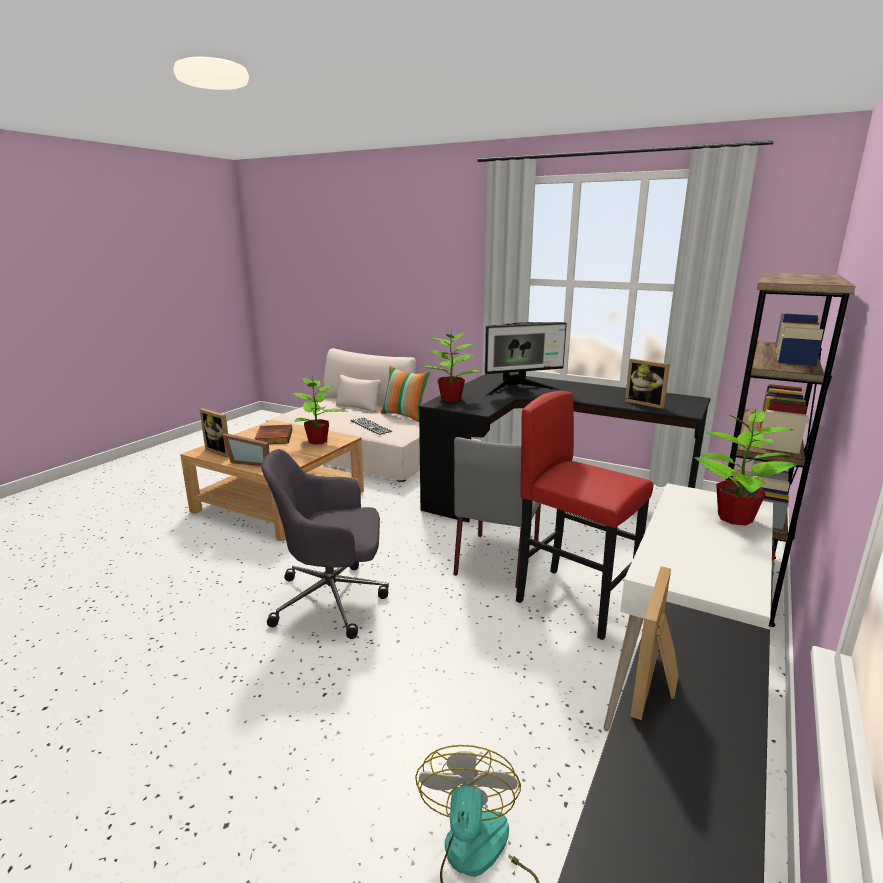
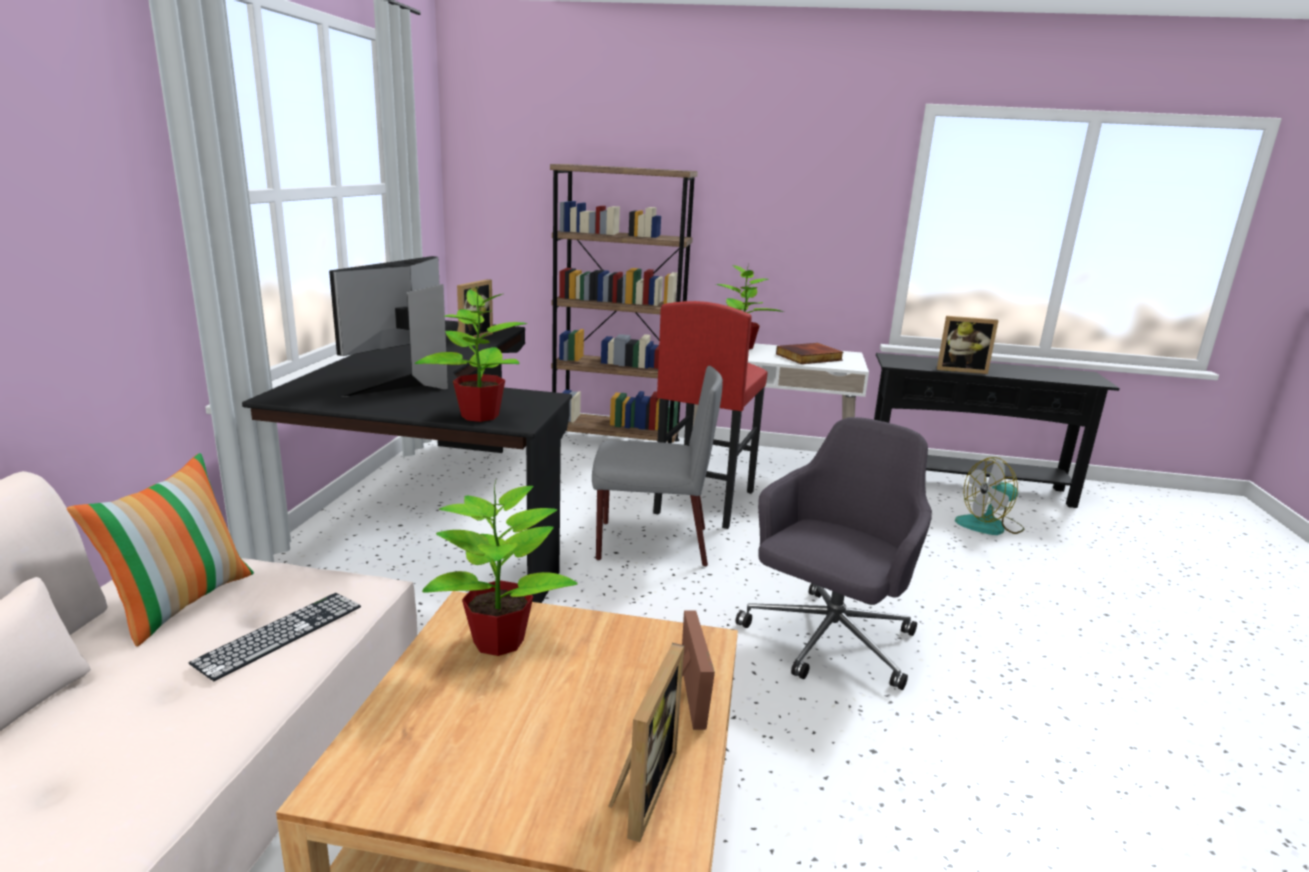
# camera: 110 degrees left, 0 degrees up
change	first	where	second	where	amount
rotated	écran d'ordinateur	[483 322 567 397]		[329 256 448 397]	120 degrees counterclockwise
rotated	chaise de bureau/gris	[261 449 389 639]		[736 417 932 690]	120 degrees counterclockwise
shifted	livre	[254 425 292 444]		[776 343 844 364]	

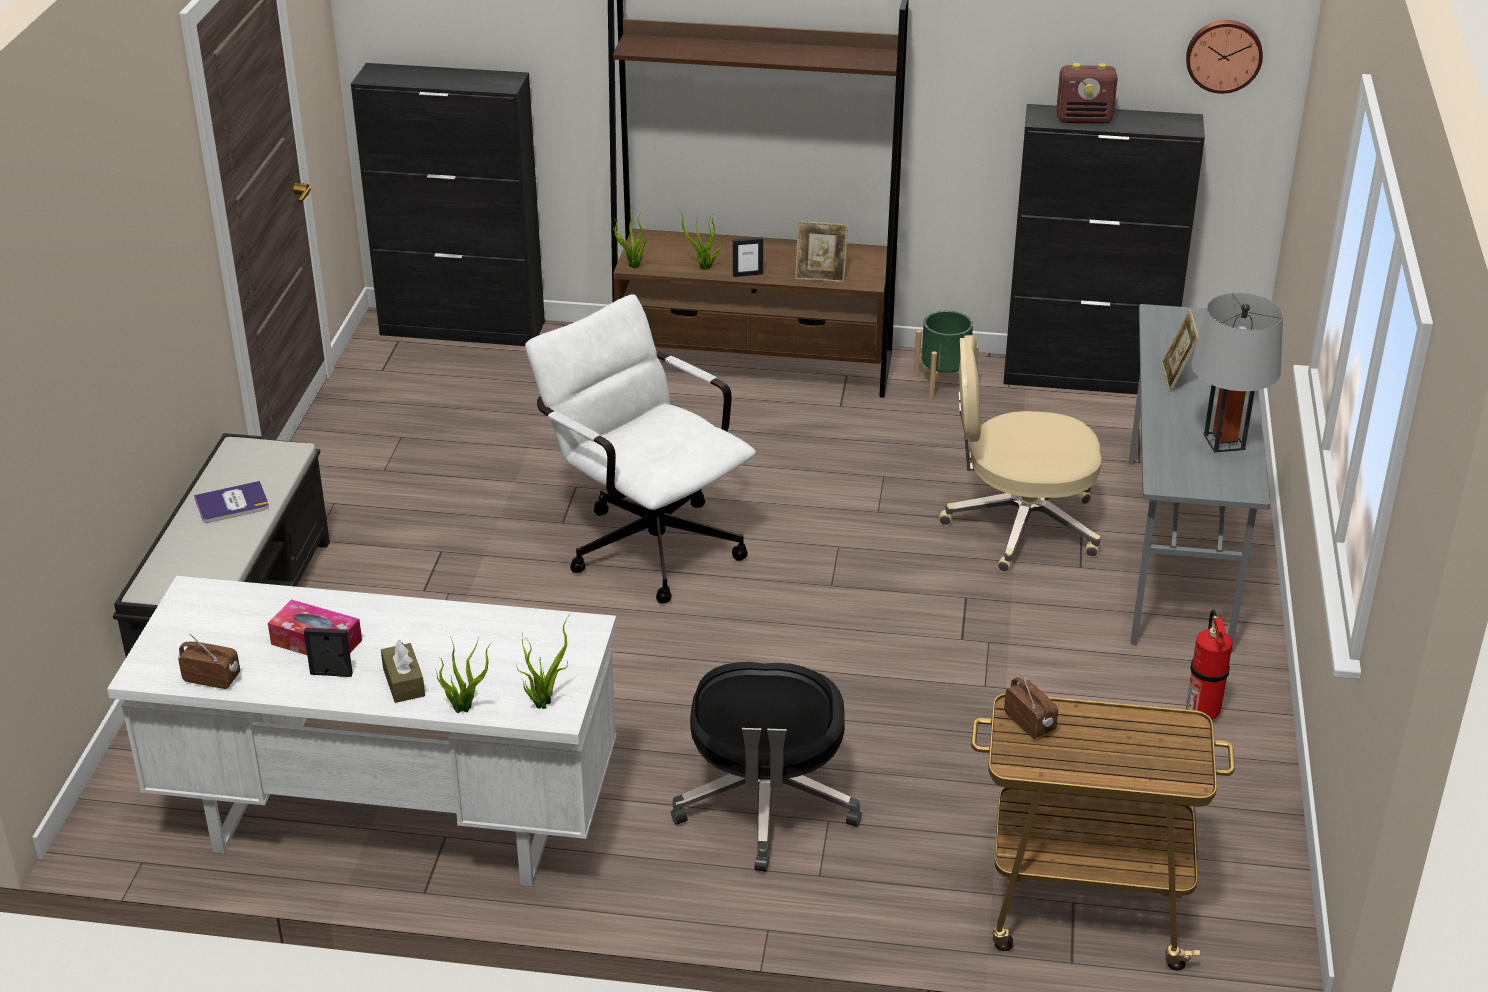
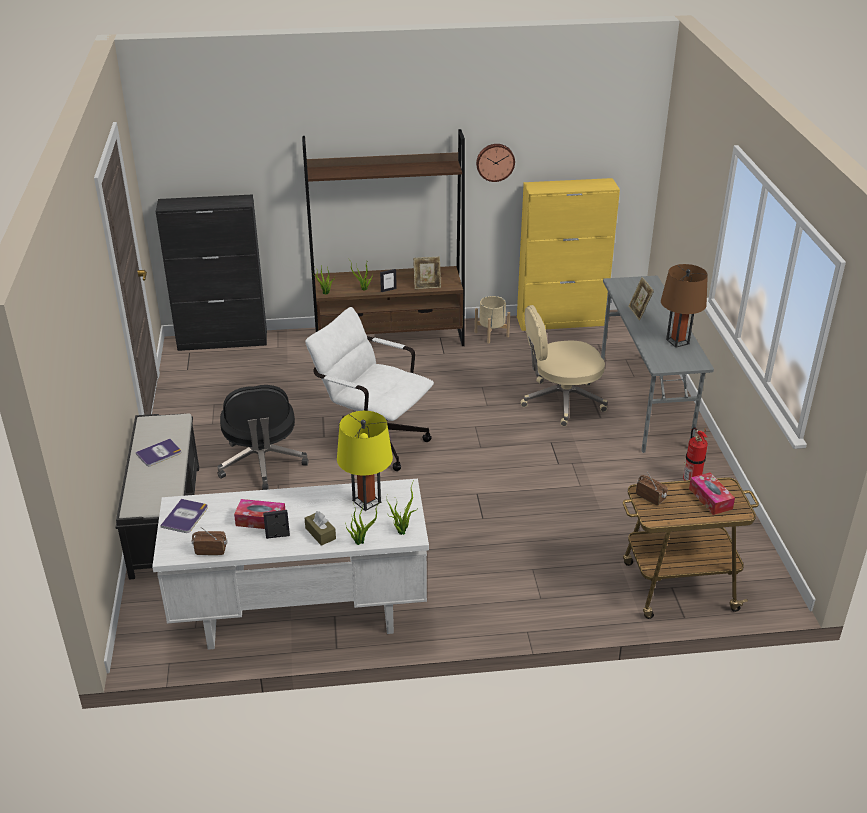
# camera: 15 degrees left, 0 degrees up
change	first	where	second	where	amount
new			livre	[160 499 208 533]	
shifted	chaise de bureau/noir	[671 662 862 872]		[217 385 308 490]	
new			lampe de table/jaune	[337 411 393 511]	
repainted	cache-pot/vert	[914 311 979 399]	cache-pot/beige	[475 296 510 344]	
shifted	horloge murale	[1186 20 1263 94]		[476 144 515 182]	
repainted	meuble de rangement/noir	[1003 104 1205 394]	meuble de rangement/jaune	[517 178 620 331]	
repainted	lampe de table/gris	[1192 293 1283 453]	lampe de table/marron	[661 264 708 348]	
new			boîte à mouchoirs	[689 472 735 515]	
gone	radio	[1056 63 1118 124]			

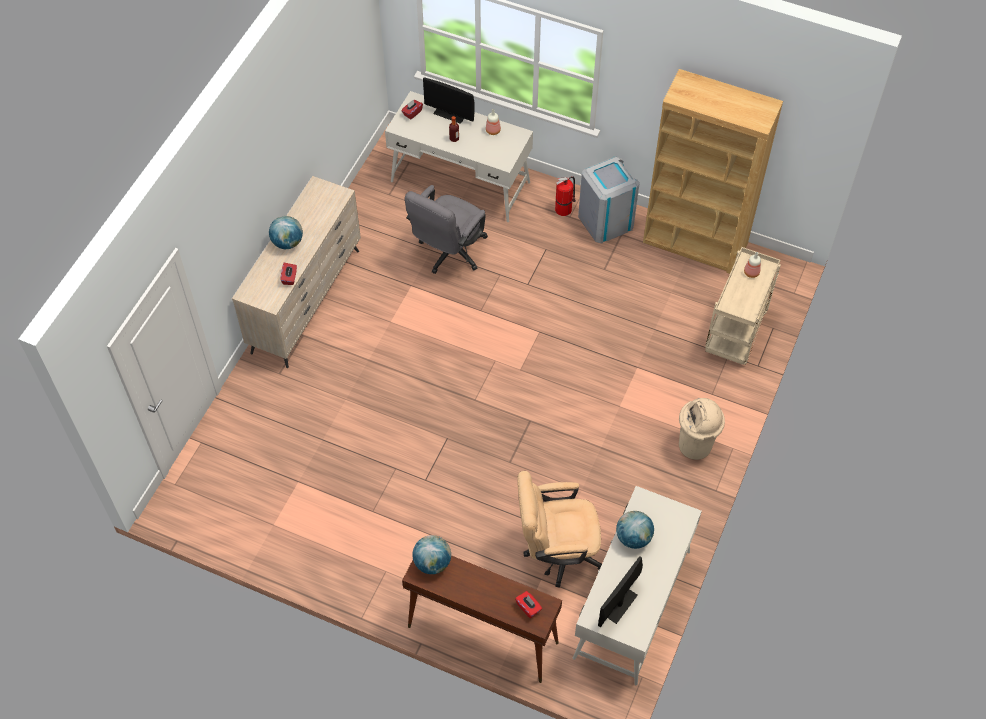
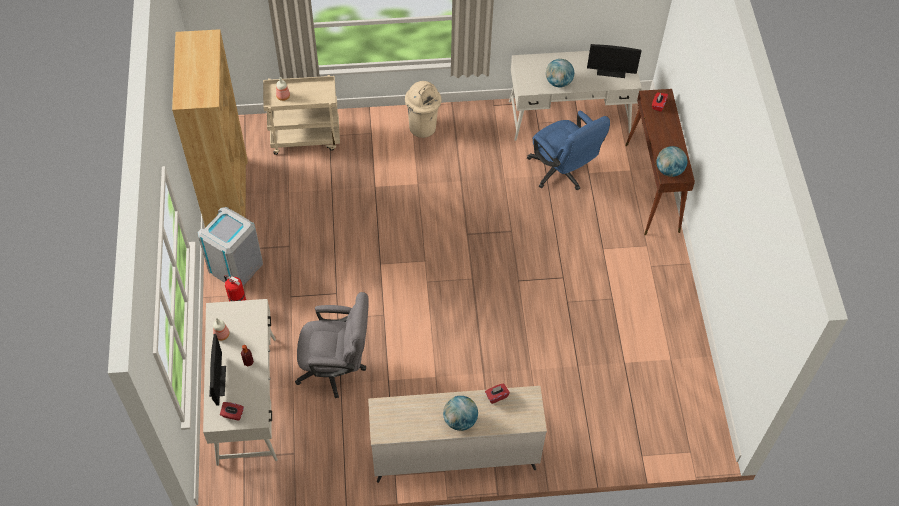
# camera: 120 degrees left, 0 degrees up
change	first	where	second	where	amount
repainted	chaise de bureau/beige	[517 471 602 588]	chaise de bureau/bleu	[527 111 610 190]	

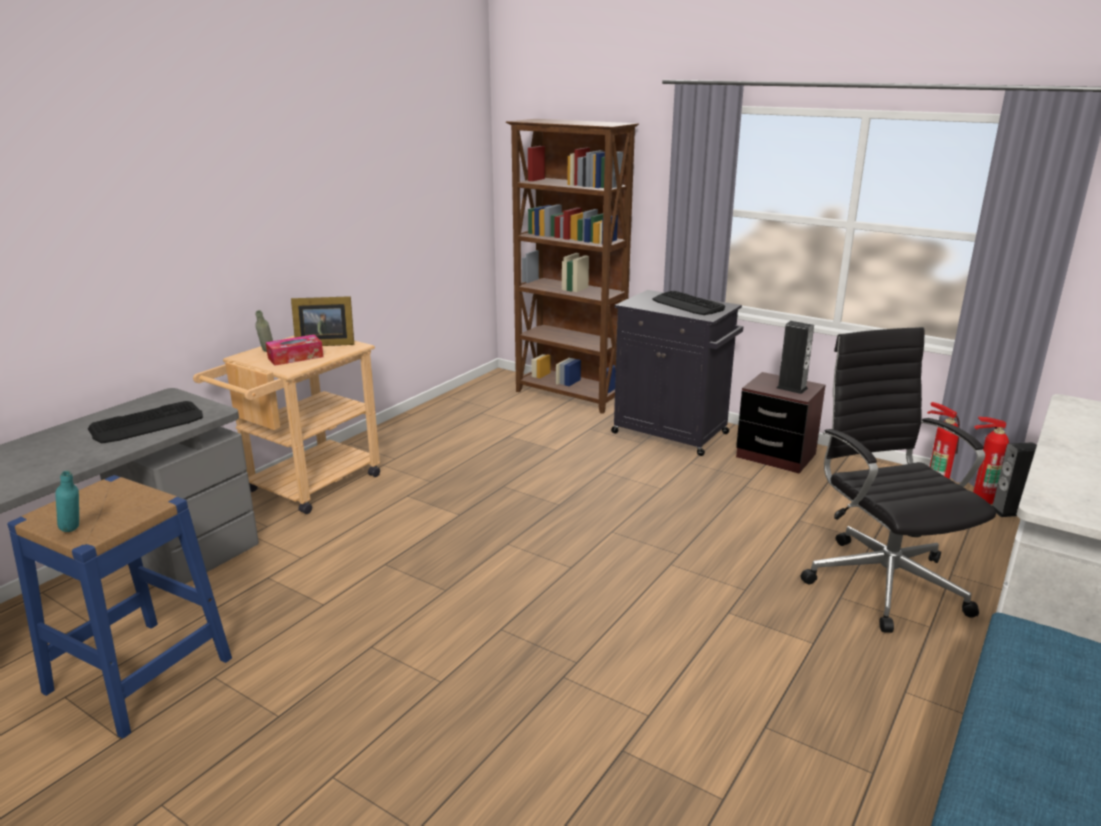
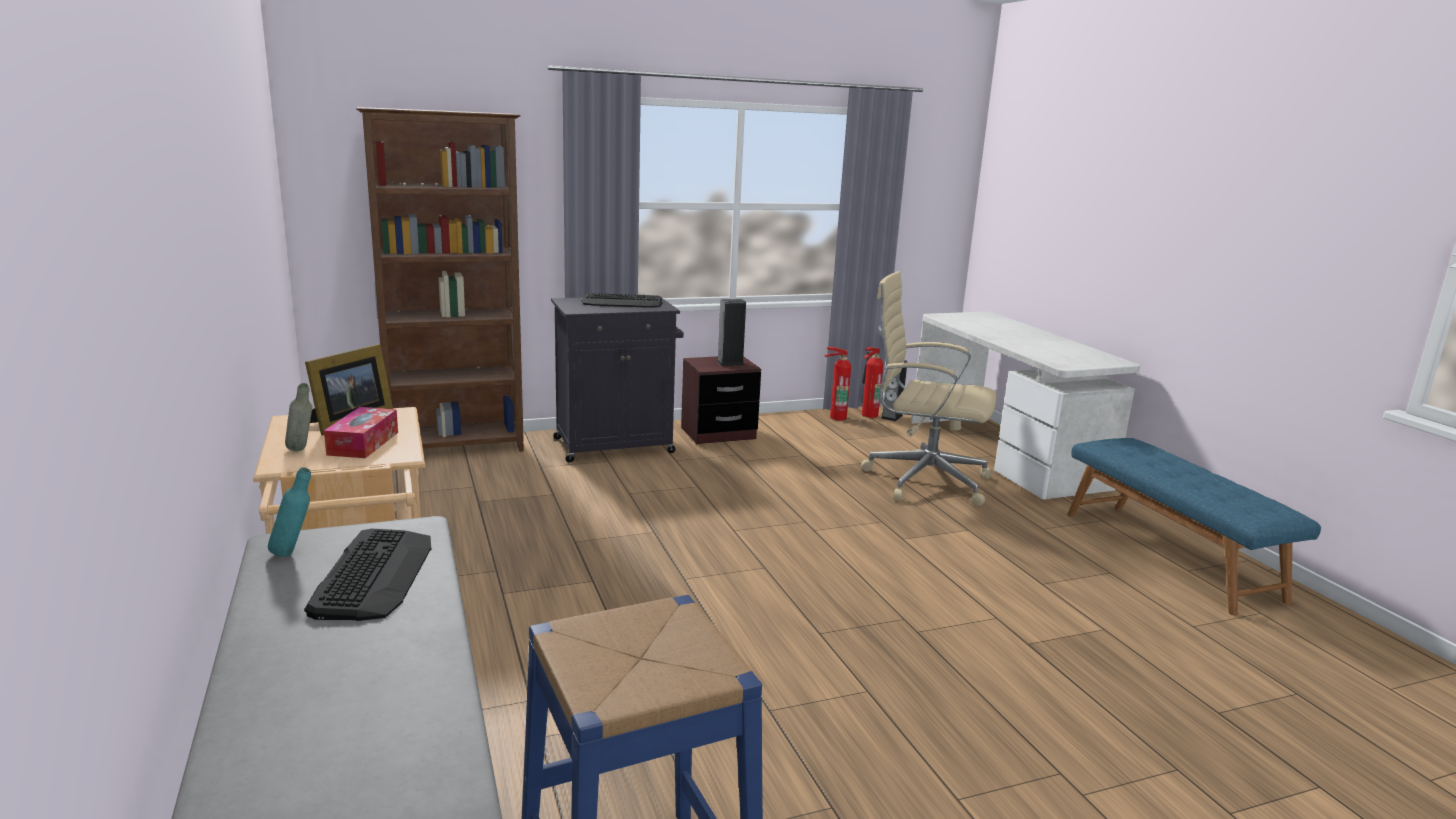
# camera: 55 degrees left, 5 degrees down
change	first	where	second	where	amount
shifted	bouteille/turquoise	[55 471 79 532]		[268 467 311 556]	
repainted	chaise de bureau/noir	[801 327 996 633]	chaise de bureau/beige	[861 271 997 506]	

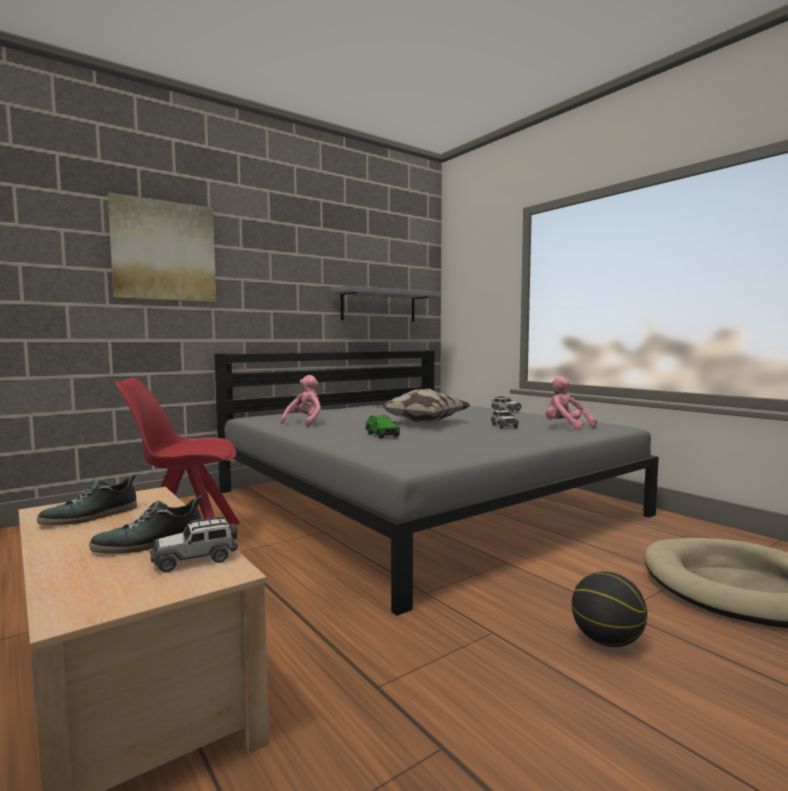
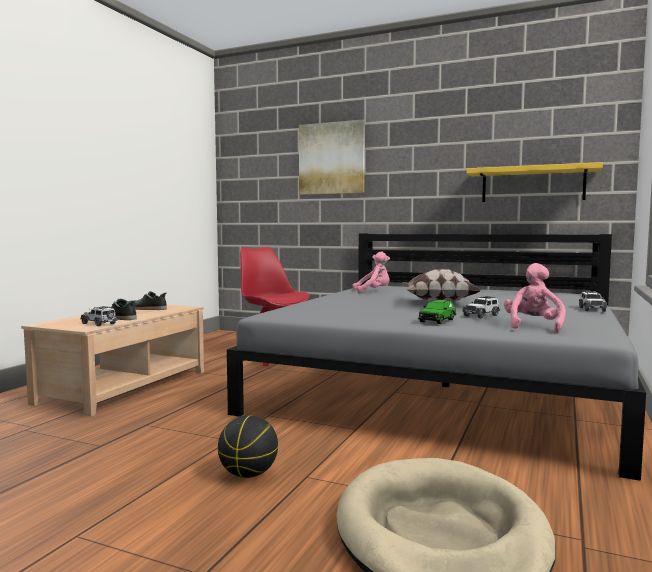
# camera: 60 degrees right, 0 degrees up
change	first	where	second	where	amount
shifted	petite voiture/vert	[365 415 400 438]		[418 299 456 324]	
repainted	étagère/gris	[331 286 441 322]	étagère/jaune	[466 162 603 202]	

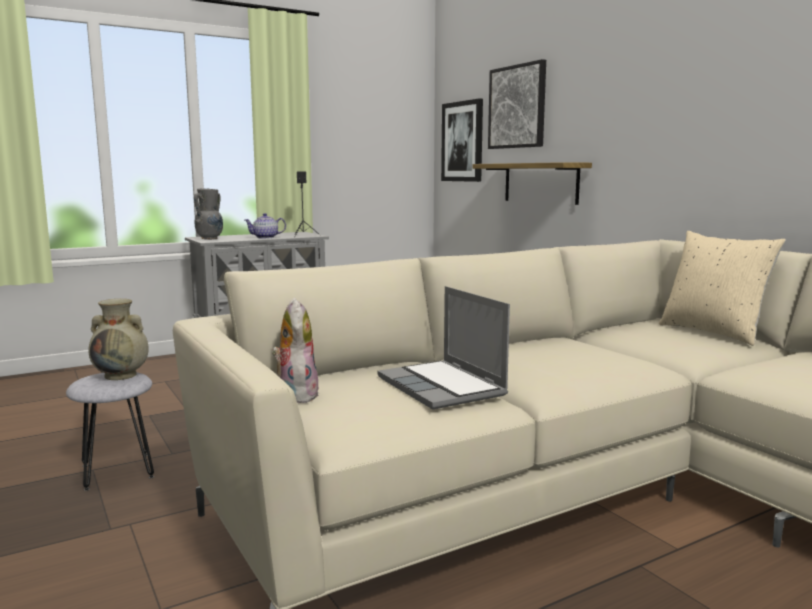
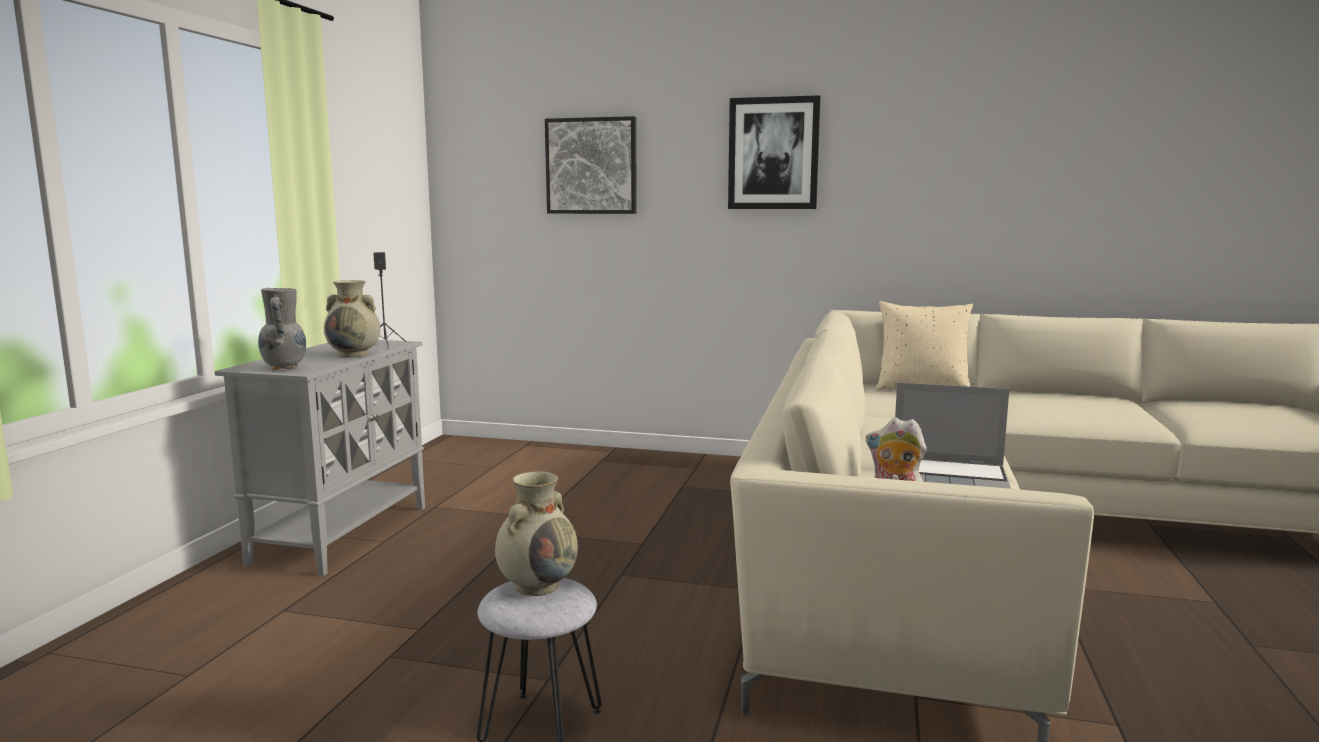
# camera: 45 degrees left, 0 degrees up
change	first	where	second	where	amount
swapped	théière	[245 213 286 239]	vase/beige	[324 280 380 357]	
shifted	tableau	[441 98 483 182]		[728 95 821 209]	
gone	étagère	[473 162 592 205]			

